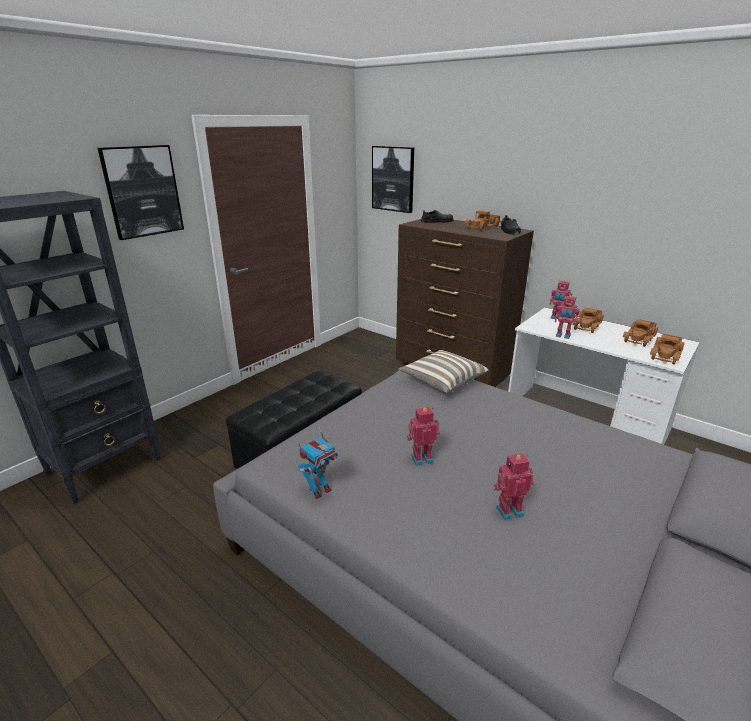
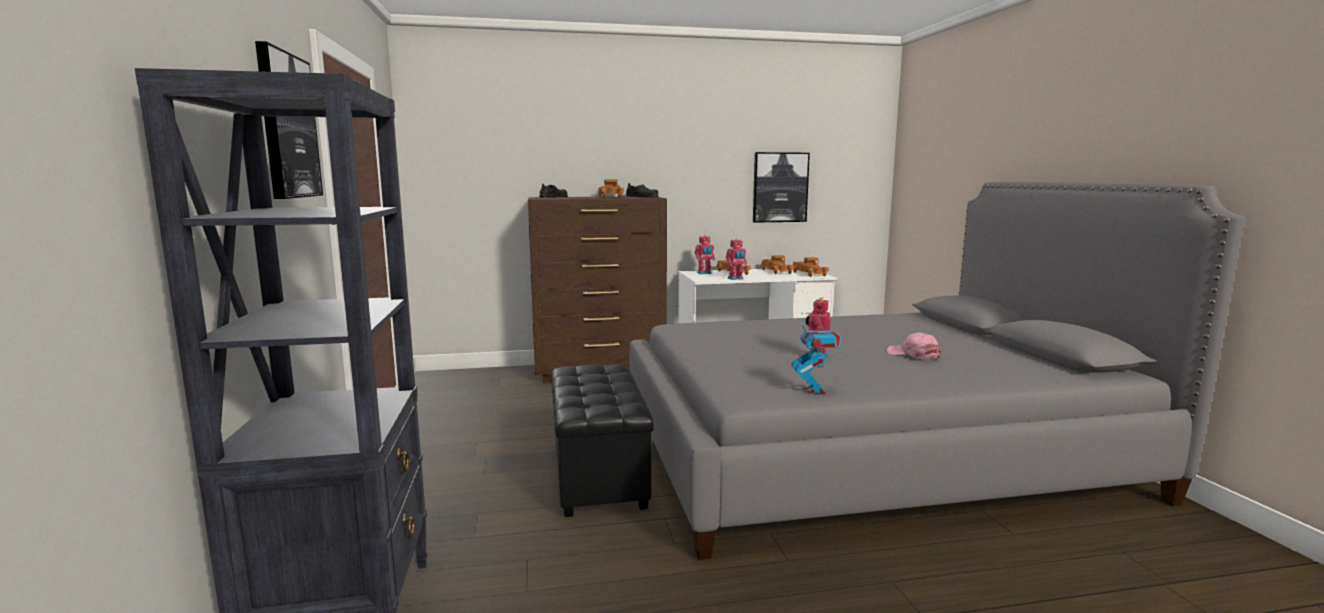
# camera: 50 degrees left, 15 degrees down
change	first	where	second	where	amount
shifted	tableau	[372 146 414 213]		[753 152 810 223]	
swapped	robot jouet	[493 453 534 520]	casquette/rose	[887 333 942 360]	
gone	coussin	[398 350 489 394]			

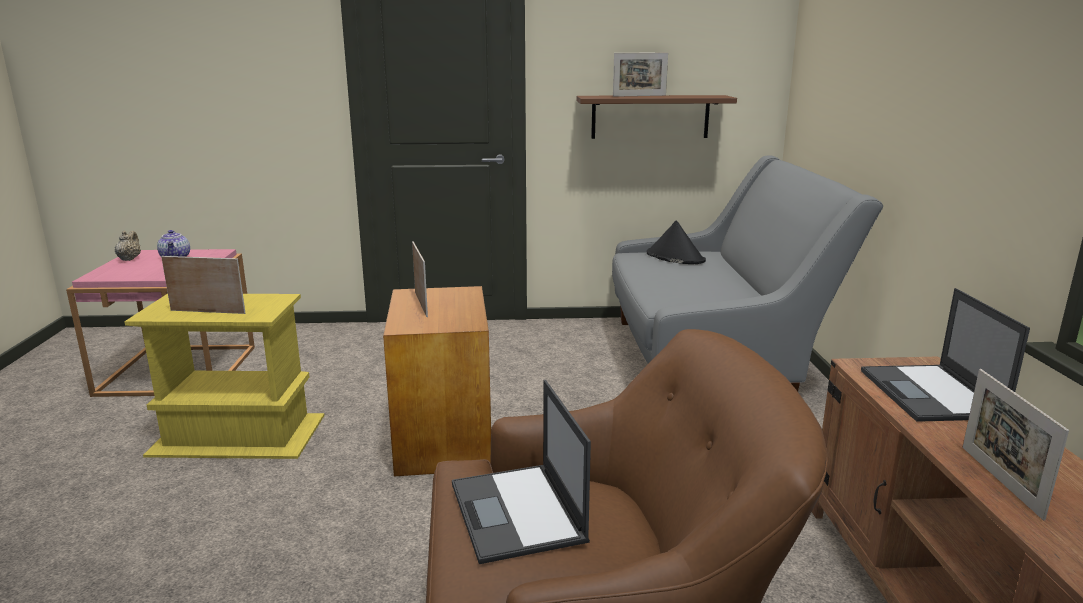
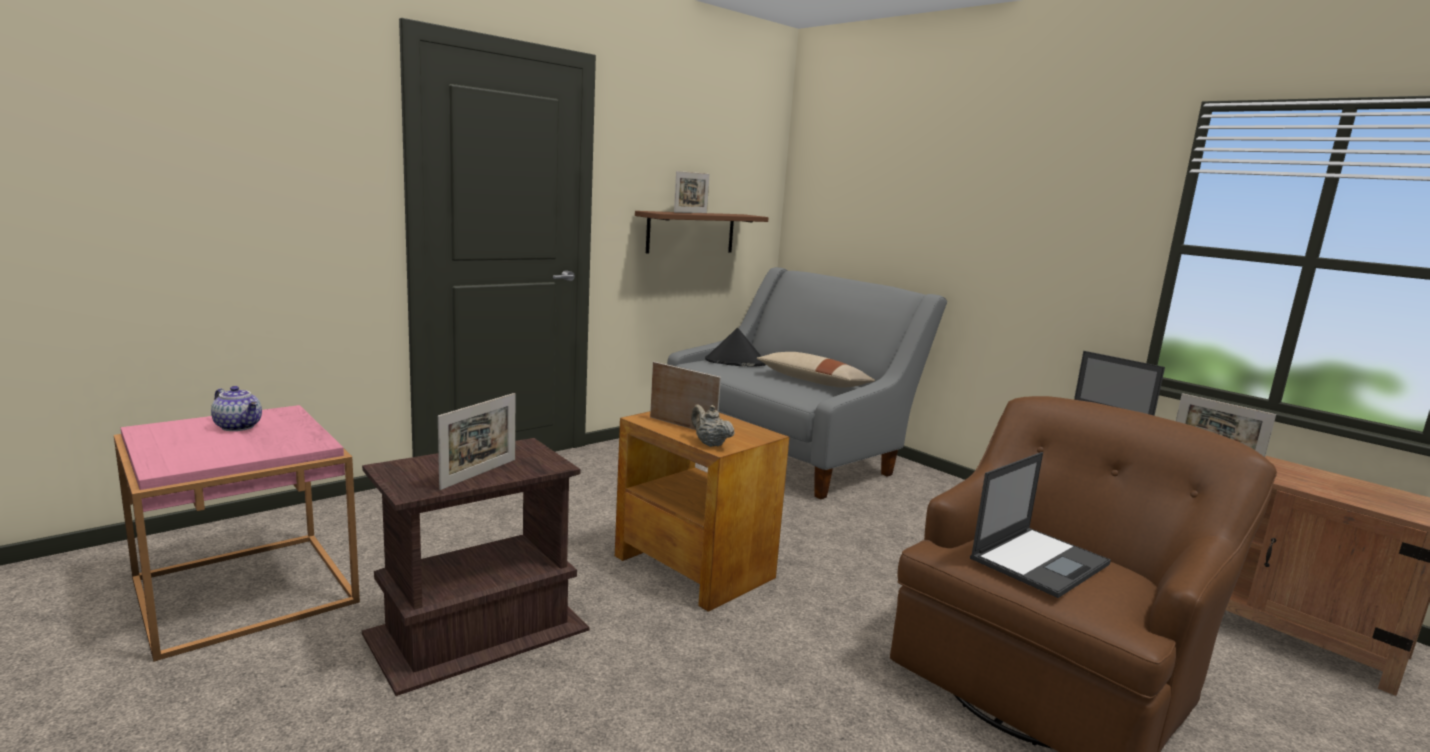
# camera: 40 degrees left, 5 degrees down
change	first	where	second	where	amount
repainted	table d'appoint/jaune	[124 294 325 459]	table d'appoint/marron	[362 438 590 696]	
rotated	cadre photo	[161 256 245 314]		[438 393 516 490]	150 degrees clockwise
shifted	théière/beige	[114 231 141 261]		[691 405 735 447]	
new			coussin/beige	[757 352 875 388]	
rotated	ordinateur portable	[452 380 591 564]		[970 452 1111 598]	75 degrees counterclockwise

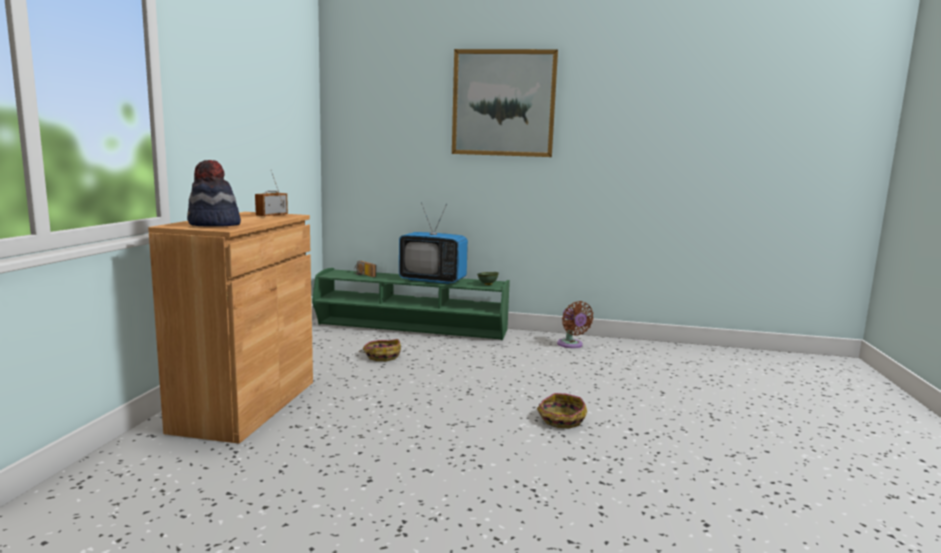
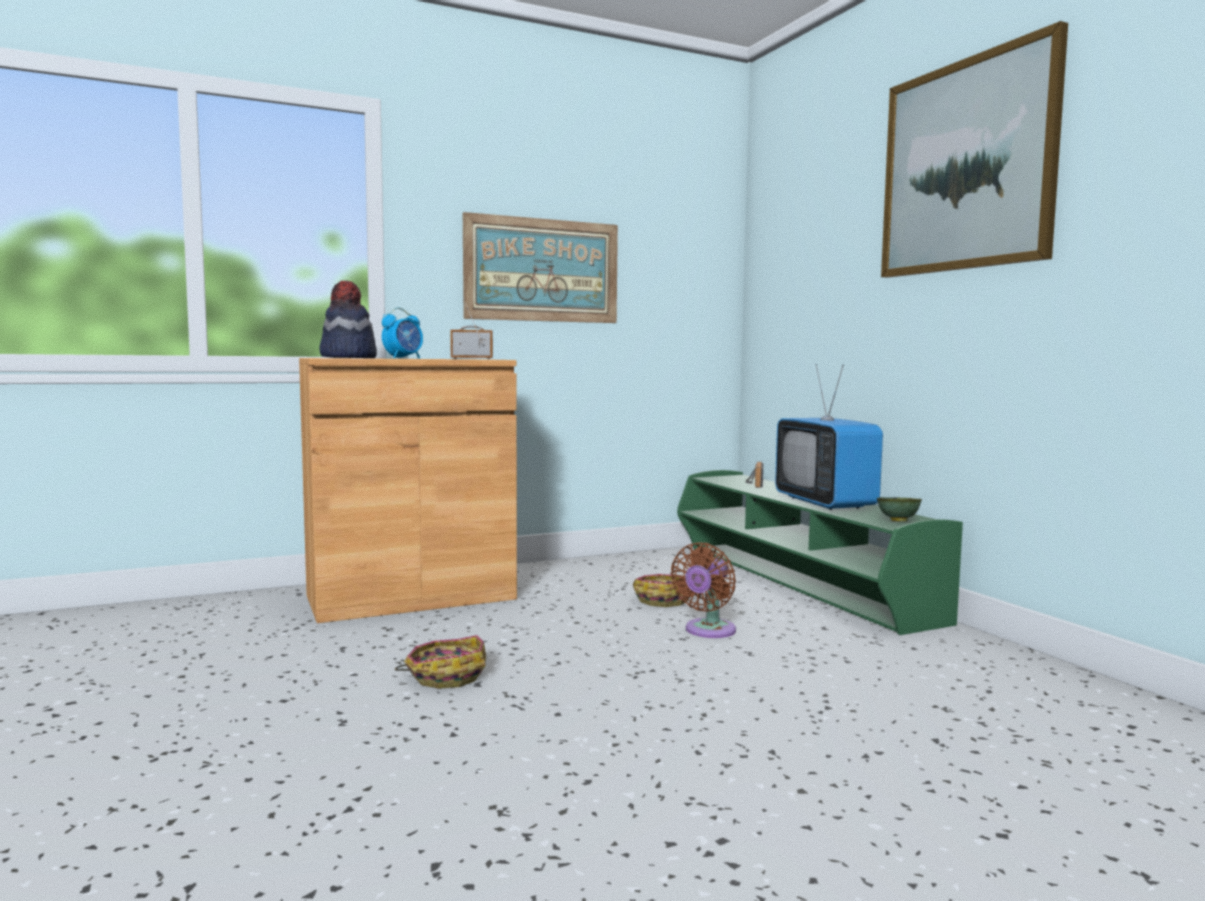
# camera: 55 degrees right, 5 degrees down
change	first	where	second	where	amount
new			réveil	[382 308 423 359]	
shifted	panier	[537 393 587 429]		[395 635 486 689]	
new			tableau	[463 212 618 323]	
shifted	ventilateur/marron	[557 301 594 348]		[671 543 736 638]	

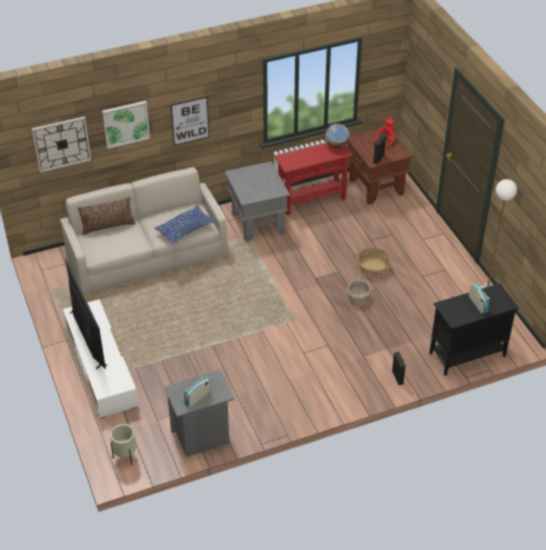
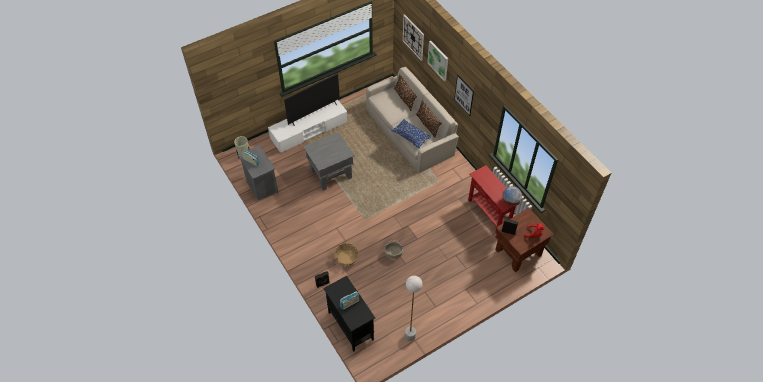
# camera: 80 degrees right, 10 degrees up
change	first	where	second	where	amount
shifted	table d'appoint/gris	[225 161 290 242]		[303 132 355 191]	
shifted	panier	[357 247 391 276]		[334 243 359 266]	
new			coussin/marron	[416 100 442 138]	

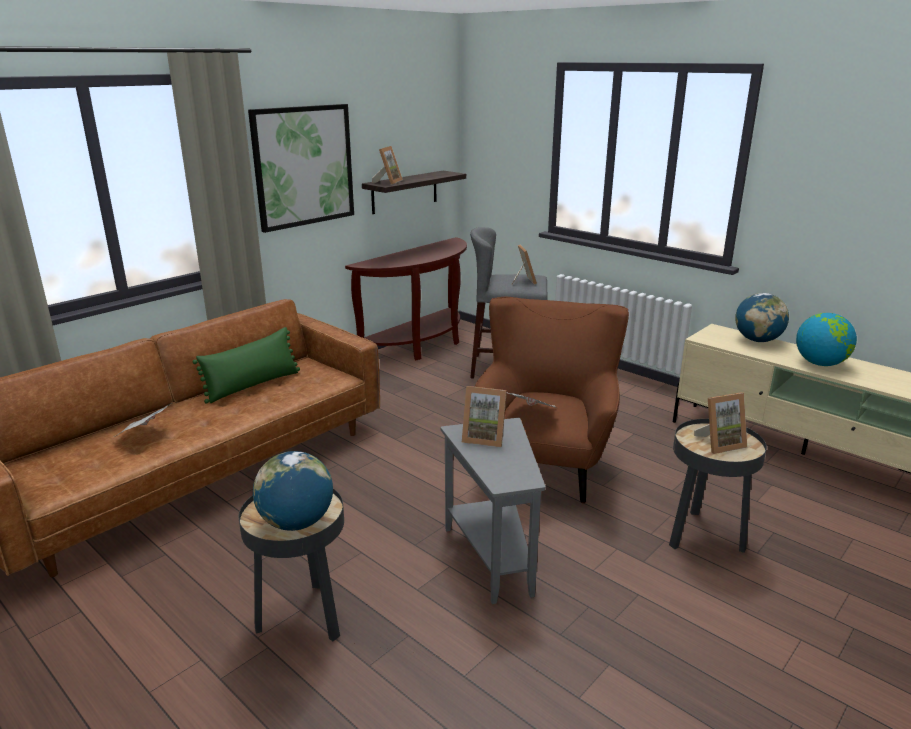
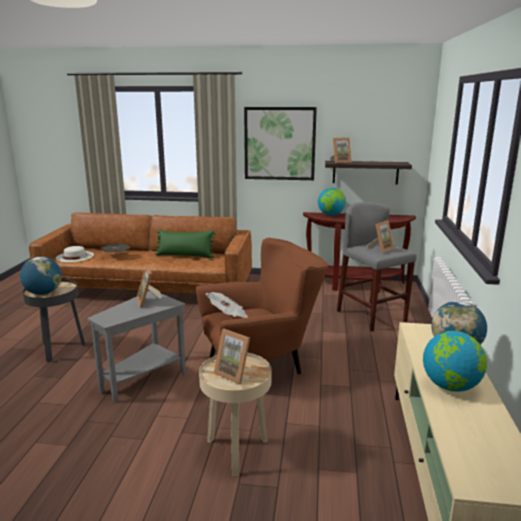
# camera: 55 degrees right, 5 degrees down
change	first	where	second	where	amount
new			chapeau/blanc	[56 246 94 262]	
repainted	table d'appoint/noir	[669 419 767 553]	table d'appoint/beige	[199 353 272 476]	
new			globe	[318 188 346 216]	

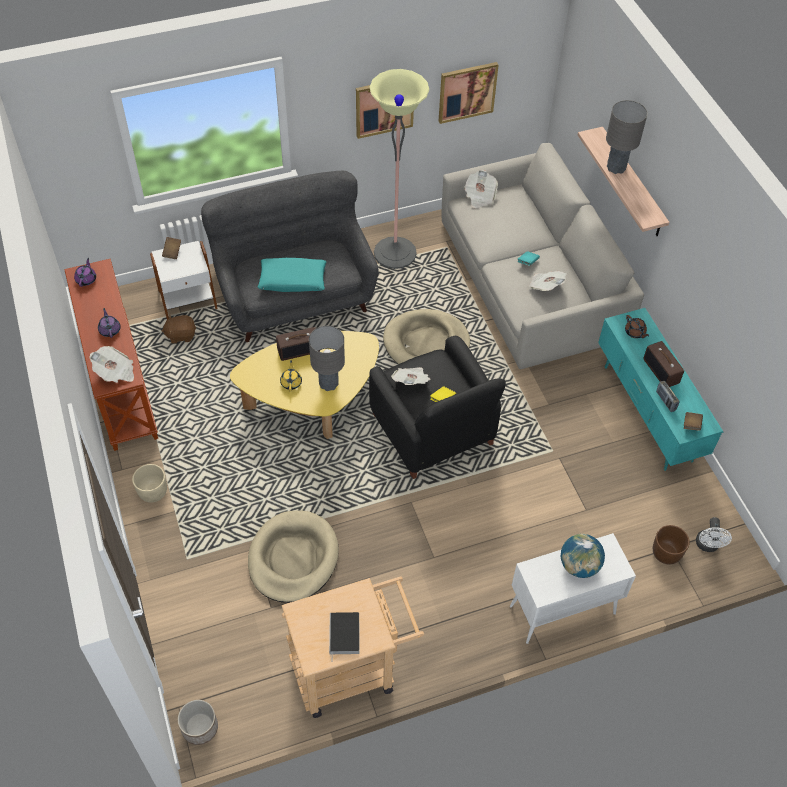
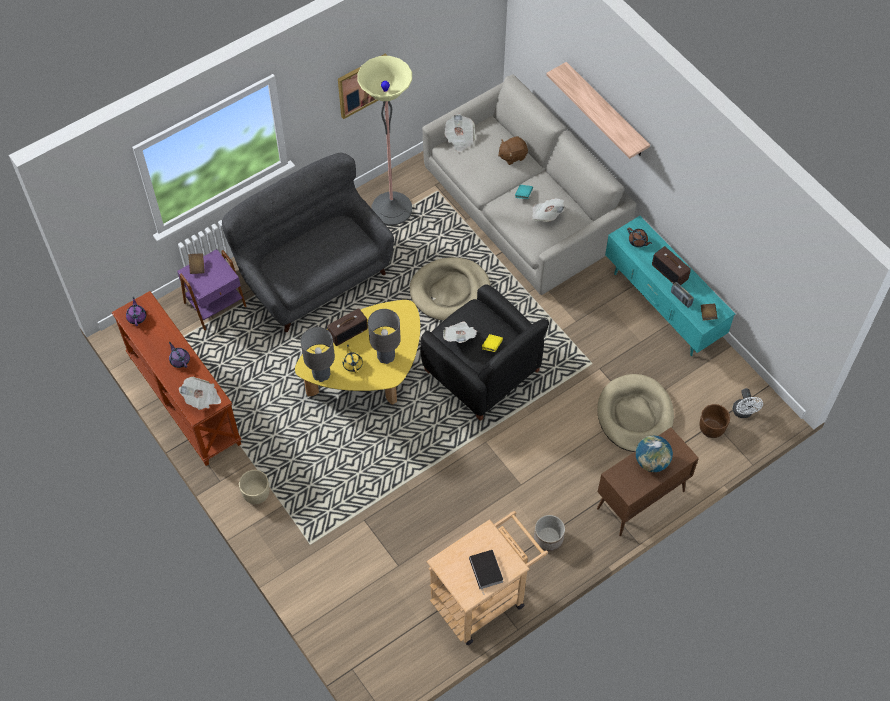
# camera: 15 degrees left, 5 degrees up
change	first	where	second	where	amount
repainted	table d'appoint/blanc	[150 241 218 320]	table d'appoint/violet	[177 249 246 330]	
shifted	lampe de table/gris	[606 100 648 174]		[300 327 335 382]	
shifted	peluche/marron	[162 315 196 344]		[498 136 528 165]	
shifted	cache-pot	[178 700 218 745]		[534 515 565 551]	
shifted	panier pour chien/beige	[248 510 339 603]		[597 374 674 452]	
repainted	meuble de rangement/blanc	[510 533 636 644]	meuble de rangement/marron	[597 428 699 536]	
gone	coussin/turquoise	[258 258 326 292]			
gone	tableau	[439 62 499 124]			

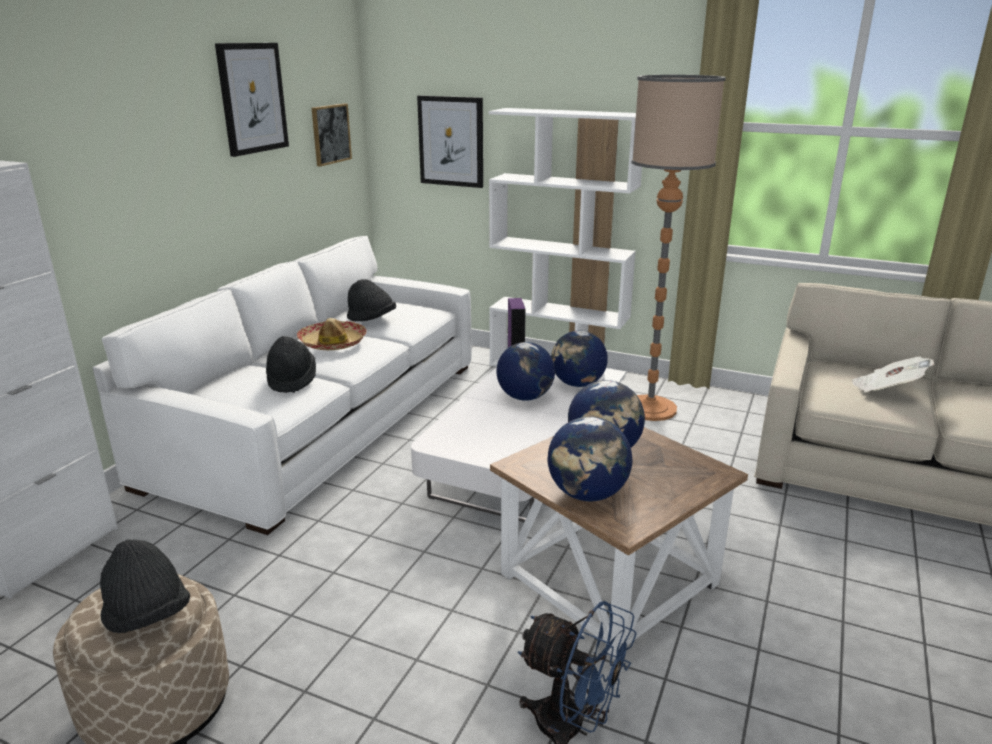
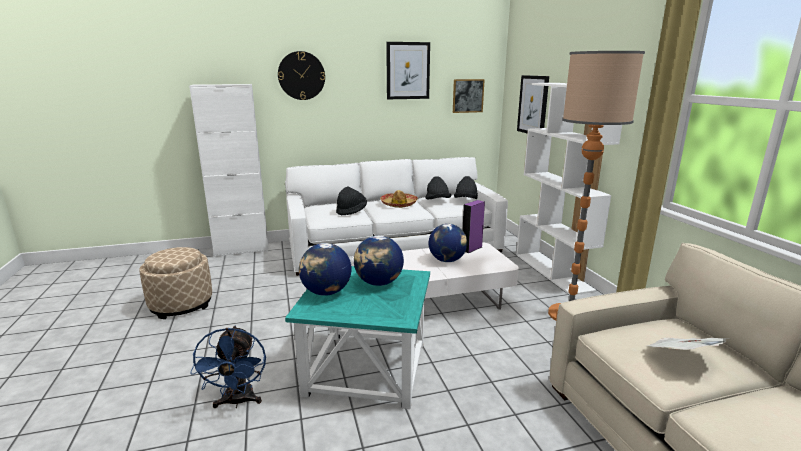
# camera: 50 degrees right, 5 degrees down
change	first	where	second	where	amount
new			horloge murale	[278 51 325 100]	
repainted	table d'appoint/marron	[490 427 748 659]	table d'appoint/turquoise	[285 266 430 409]	
shifted	chapeau/noir	[100 540 190 633]		[454 176 478 199]	
gone	globe	[551 331 608 387]			

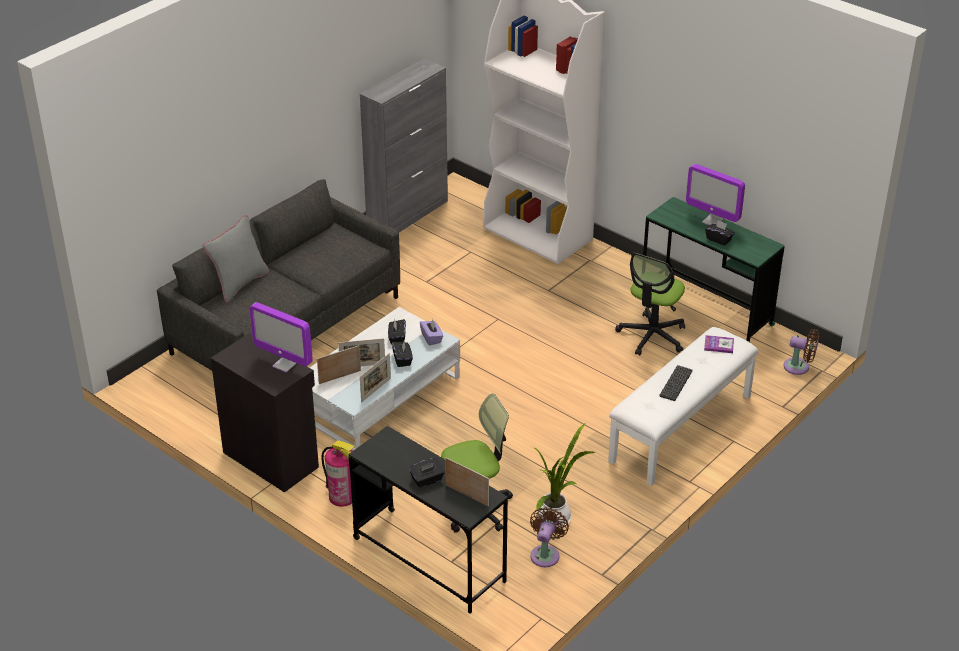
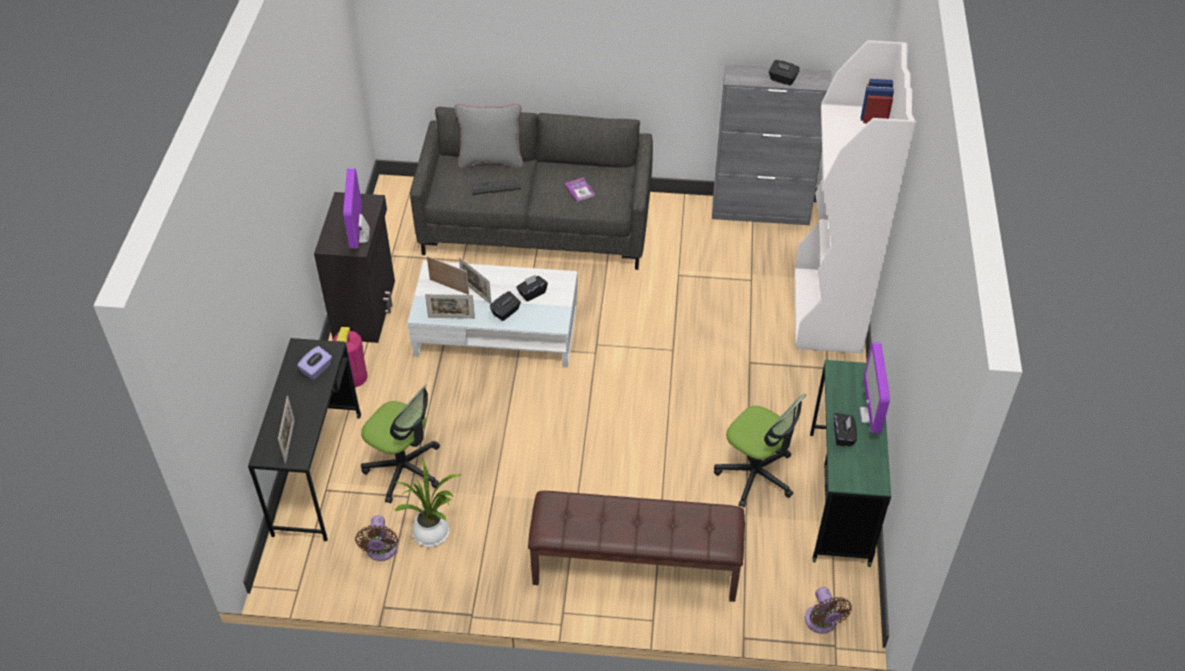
# camera: 55 degrees right, 10 degrees up
change	first	where	second	where	amount
shifted	boîte à mouchoirs/violet	[420 319 443 345]		[297 346 332 380]	
rotated	ventilateur/marron	[530 507 569 567]		[355 515 398 561]	105 degrees clockwise
shifted	clavier	[660 365 692 401]		[471 178 521 195]	
repainted	banc/blanc	[608 327 758 486]	banc/marron	[528 491 745 602]	
shifted	livre	[704 335 734 353]		[565 178 594 202]	
rotated	chaise de bureau	[615 253 685 356]		[714 394 806 507]	135 degrees counterclockwise
shifted	boîte à mouchoirs/noir	[409 458 445 488]		[769 60 800 86]	

